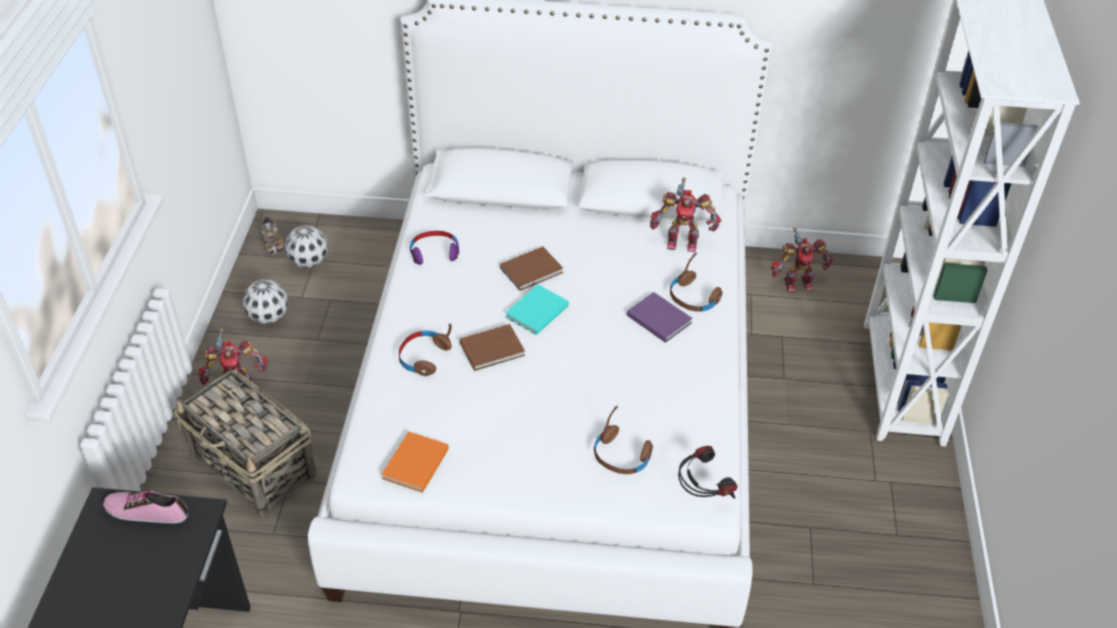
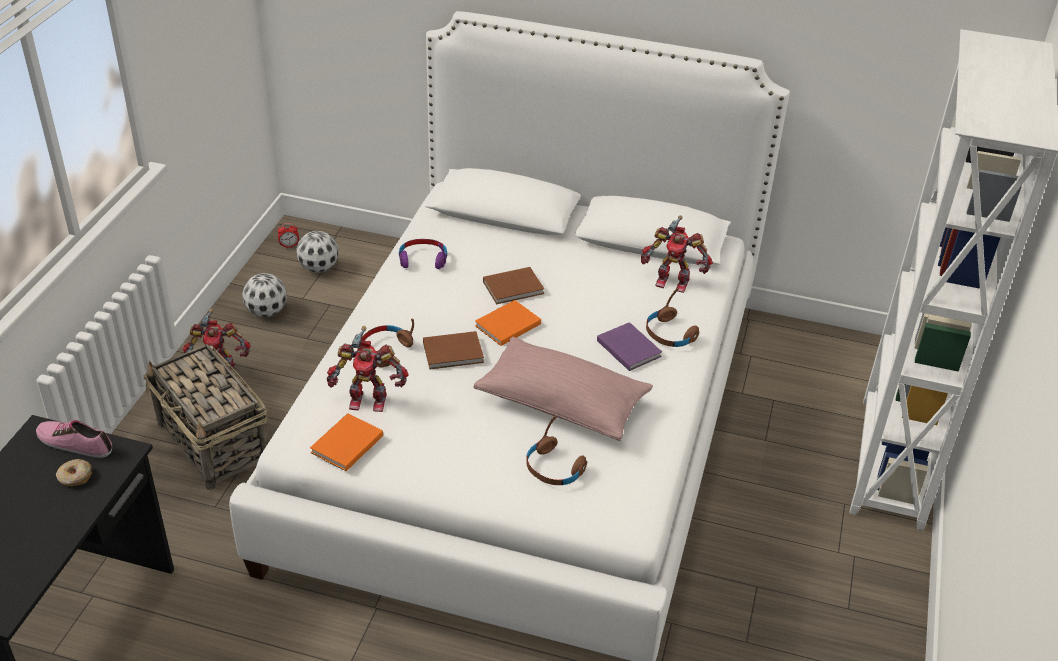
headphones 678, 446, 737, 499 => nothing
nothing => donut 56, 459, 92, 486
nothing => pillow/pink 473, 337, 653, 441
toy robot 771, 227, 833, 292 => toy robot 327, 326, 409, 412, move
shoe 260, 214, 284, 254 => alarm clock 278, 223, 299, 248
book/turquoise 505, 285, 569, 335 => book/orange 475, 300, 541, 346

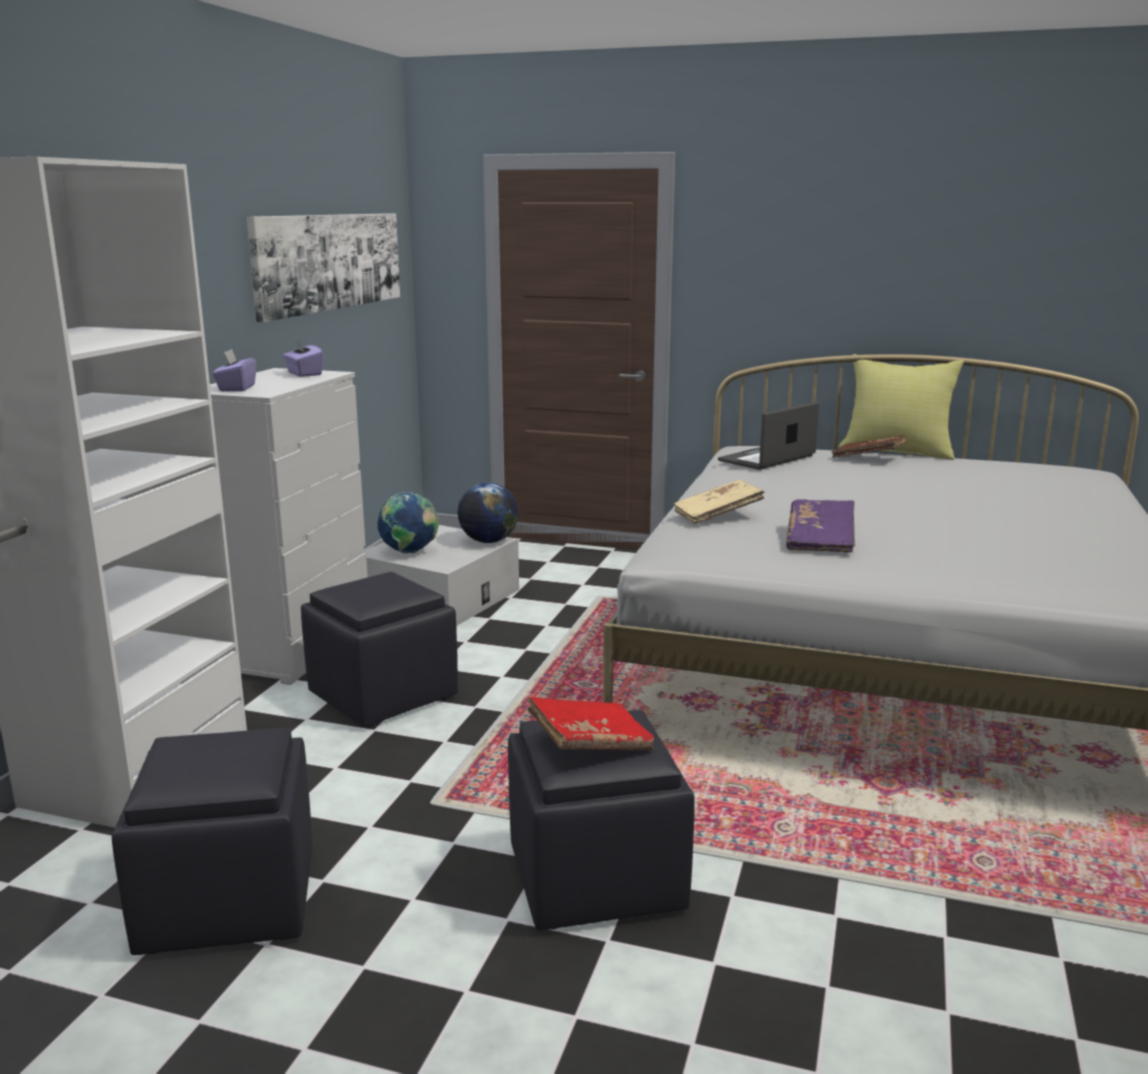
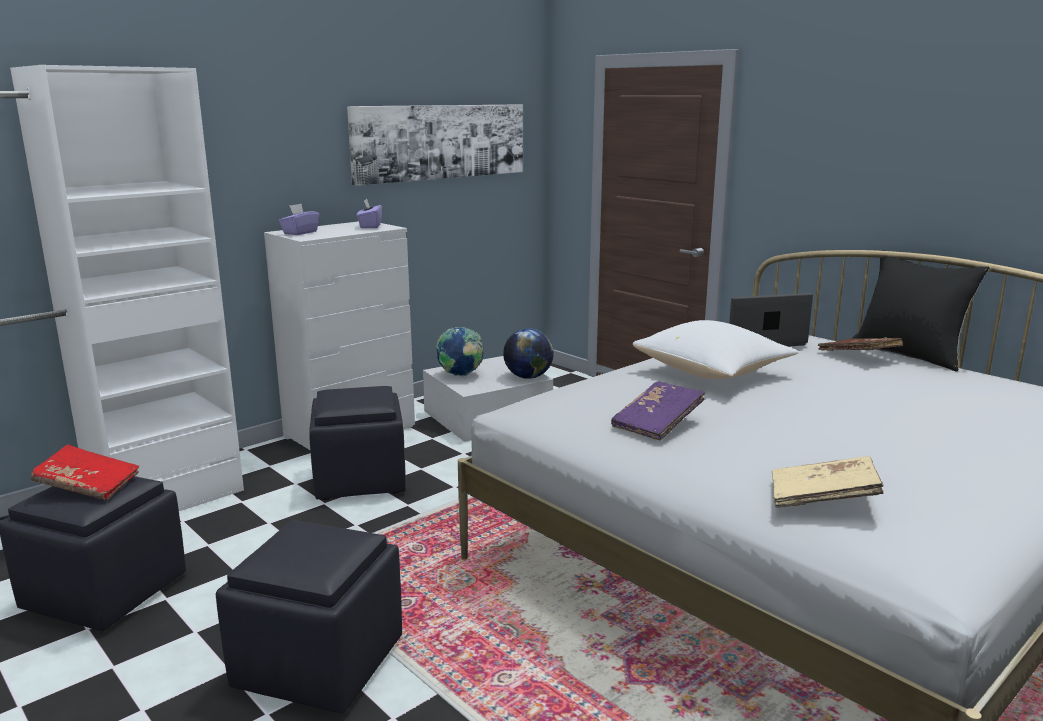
nothing => pillow/white 633, 320, 799, 379
book/red 527, 697, 654, 750 => book/red 31, 444, 139, 500, move
book/beige 674, 480, 764, 524 => book/beige 772, 456, 884, 508, move
pillow/yellow 838, 354, 964, 460 => pillow/black 851, 250, 990, 372

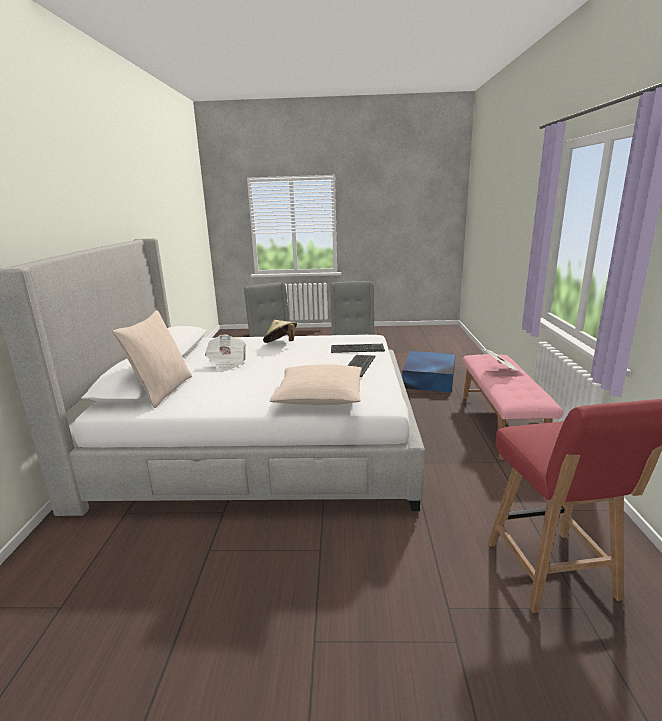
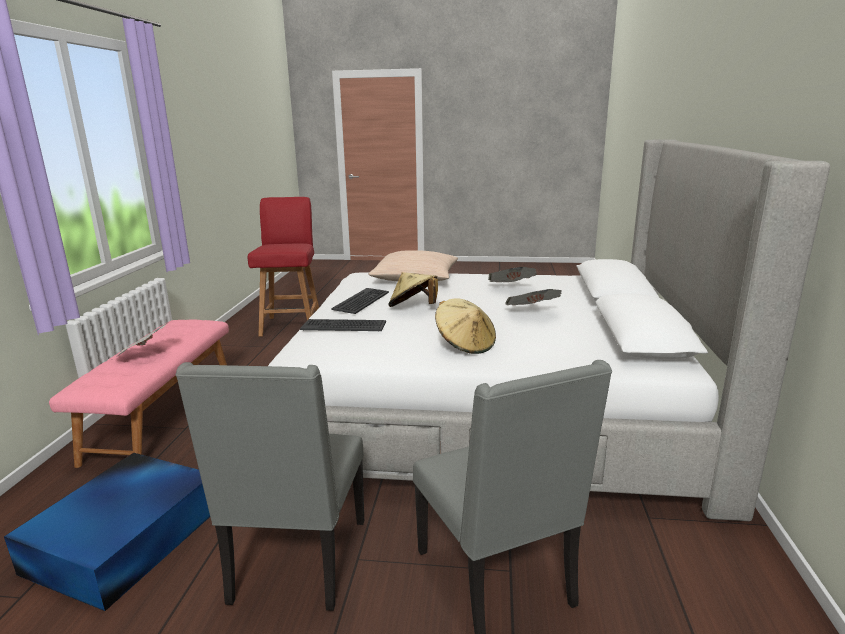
pillow/beige 112, 310, 192, 408 => nothing
nothing => hat/beige 388, 272, 438, 307
nothing => newspaper 488, 267, 537, 282

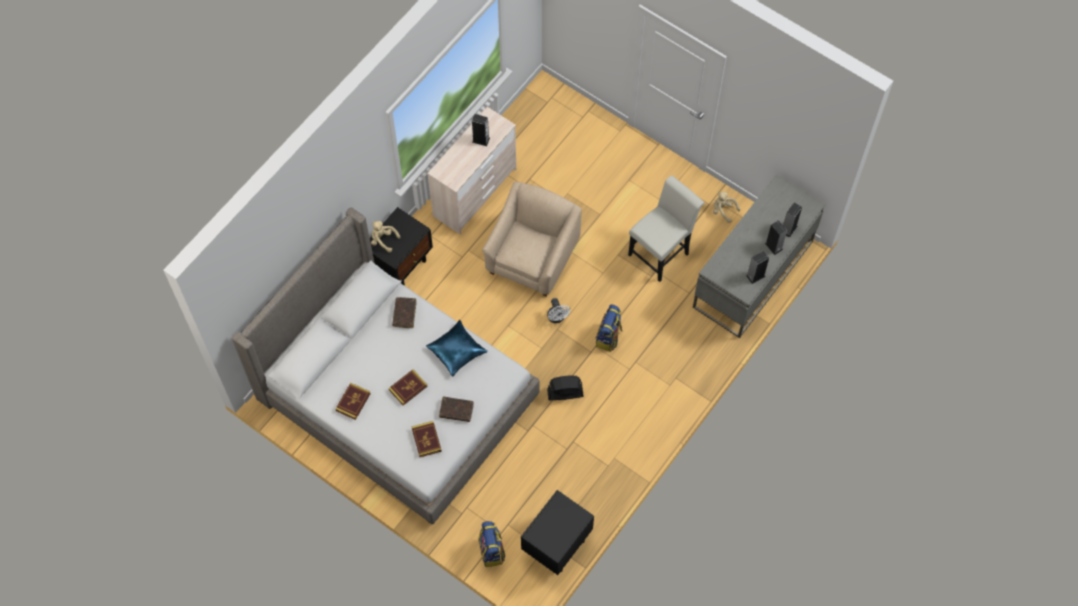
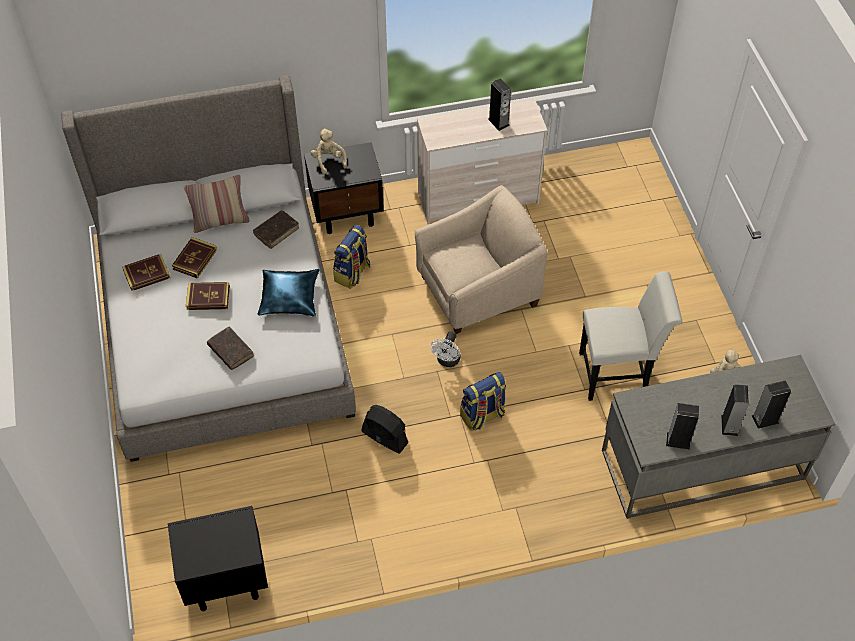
nothing => pillow 184, 175, 250, 233
book 412, 421, 442, 457 => book 172, 237, 217, 279, move
backpack 478, 521, 505, 567 => backpack 333, 225, 371, 289, move

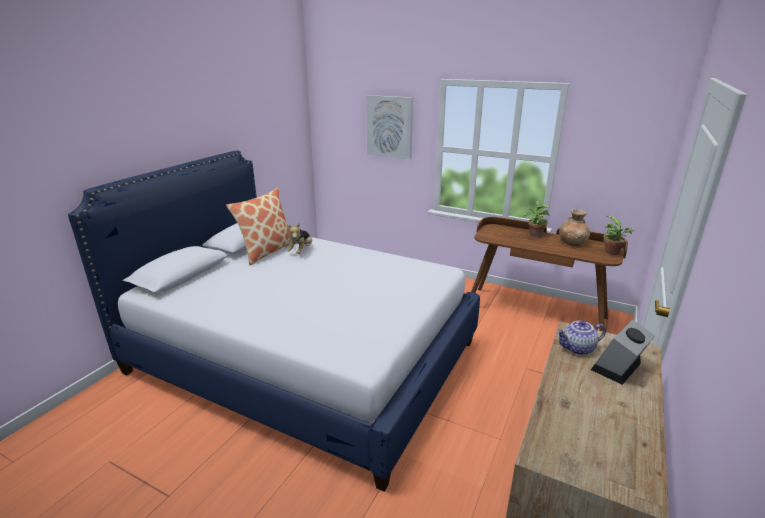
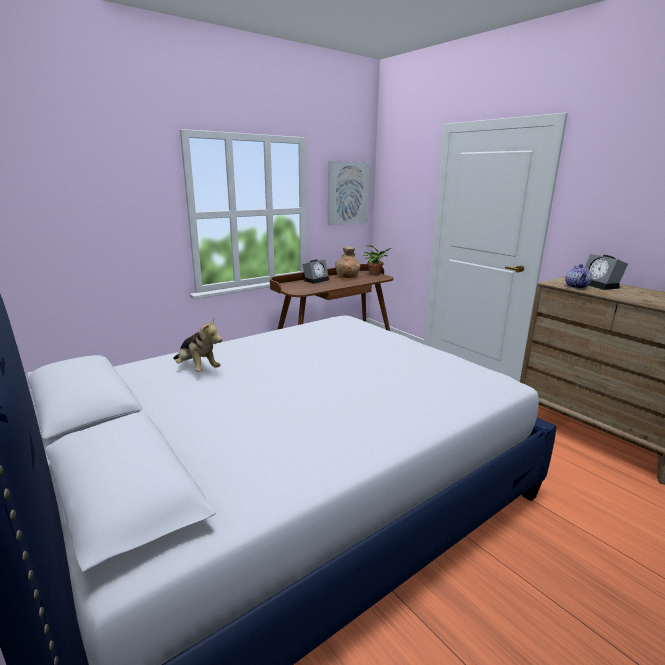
pillow 226, 188, 290, 265 => nothing
picture 366, 95, 413, 159 => picture 328, 161, 370, 225, move
potted plant 523, 201, 550, 237 => alarm clock 302, 259, 329, 284

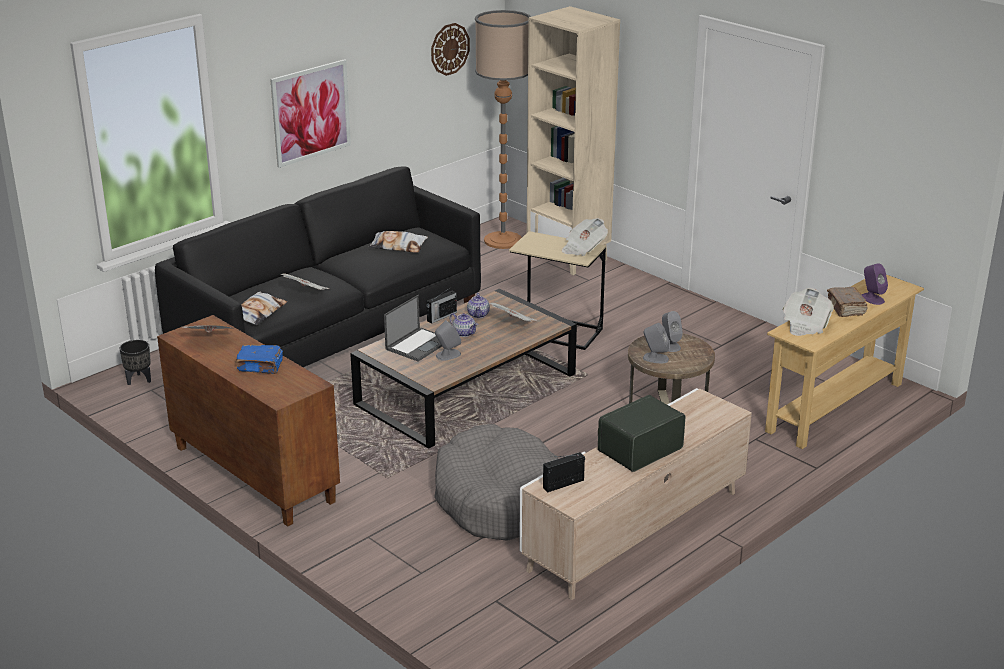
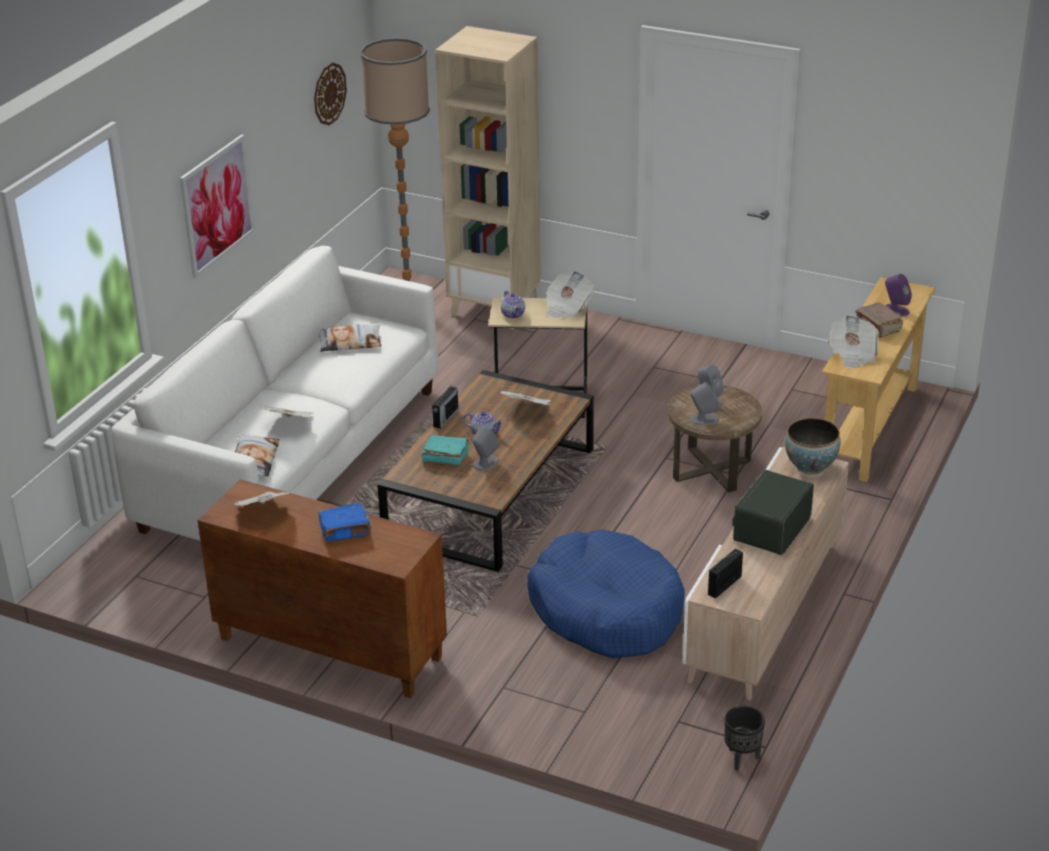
nothing => bowl 785, 418, 841, 475
planter/black 120, 340, 151, 385 => planter/black 724, 706, 765, 771, move
teapot 467, 293, 490, 318 => teapot 500, 291, 525, 319, move
laptop 384, 295, 442, 362 => book/turquoise 421, 435, 469, 466
sofa/black 155, 166, 481, 367 => sofa/white 111, 246, 438, 541
dog bed/grey 434, 424, 558, 541 => dog bed/blue 527, 530, 685, 658

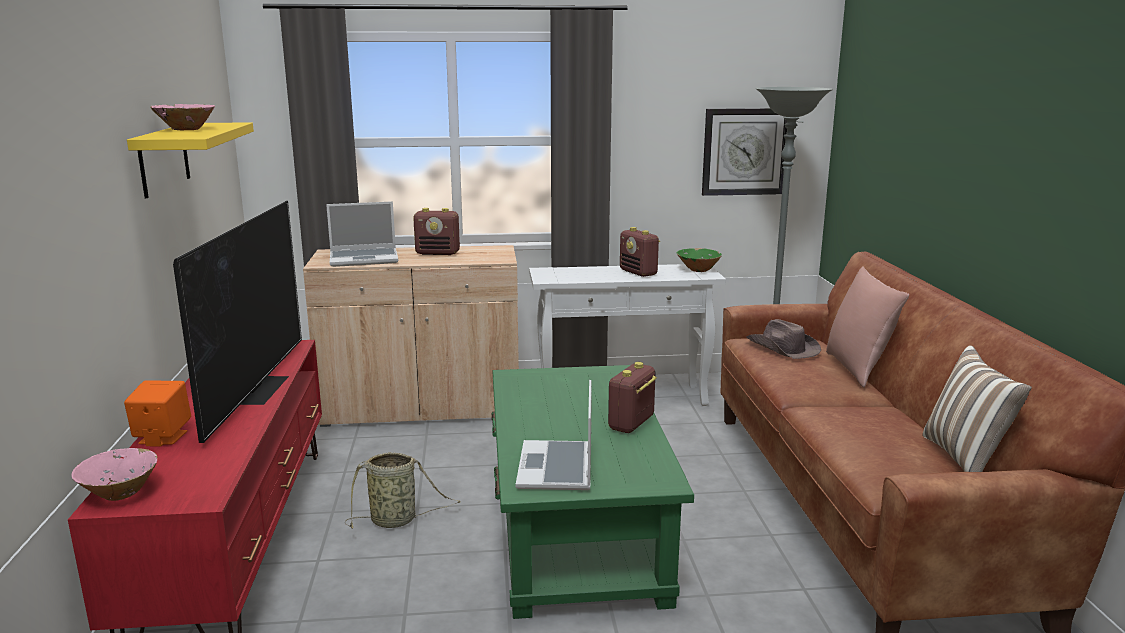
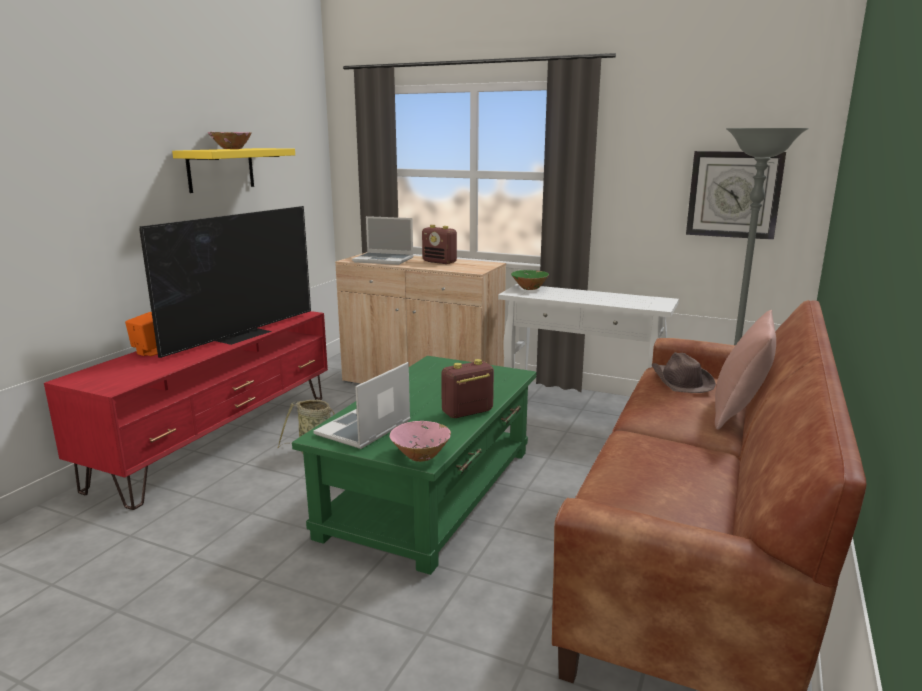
radio 620, 227, 660, 277 => nothing
pillow 922, 345, 1032, 472 => nothing
bowl/pink 72, 448, 157, 501 => bowl/pink 390, 421, 451, 462, move
bowl/green 677, 248, 722, 272 => bowl/green 511, 270, 549, 290, move

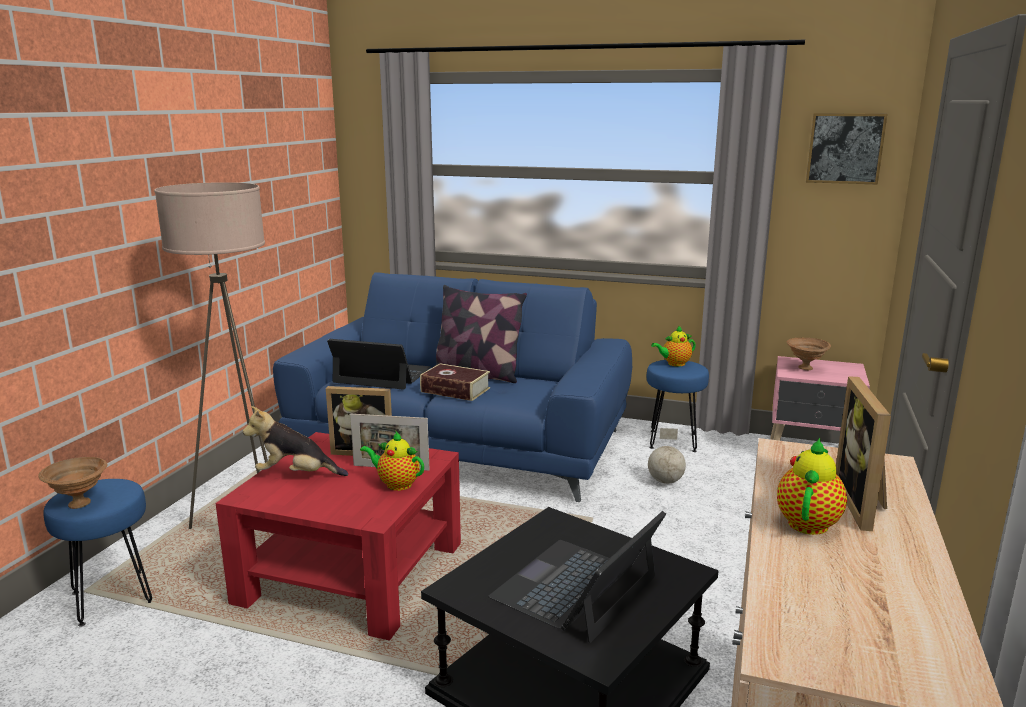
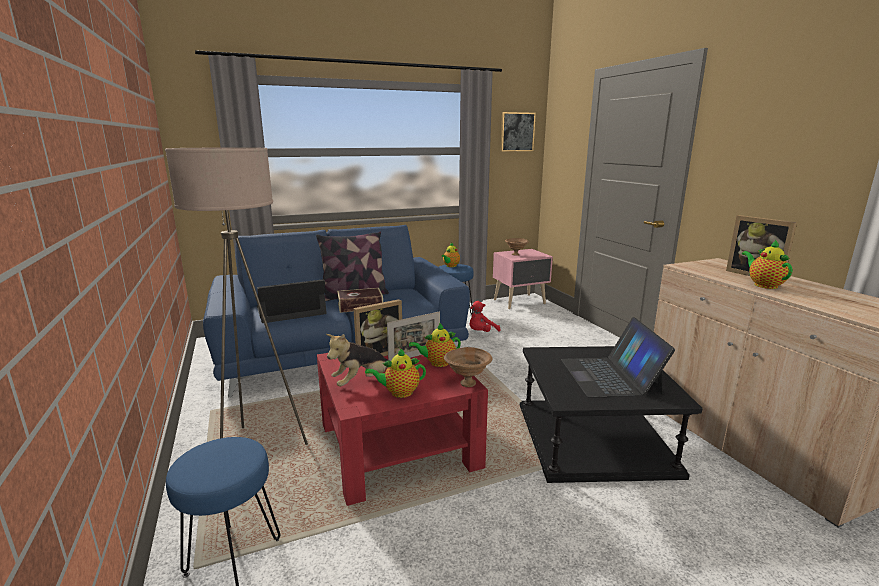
nothing => teapot 365, 348, 426, 398
bowl/brown 38, 457, 108, 509 => bowl/brown 444, 347, 492, 387, move
globe 648, 428, 686, 484 => plush toy/red 470, 301, 501, 332

